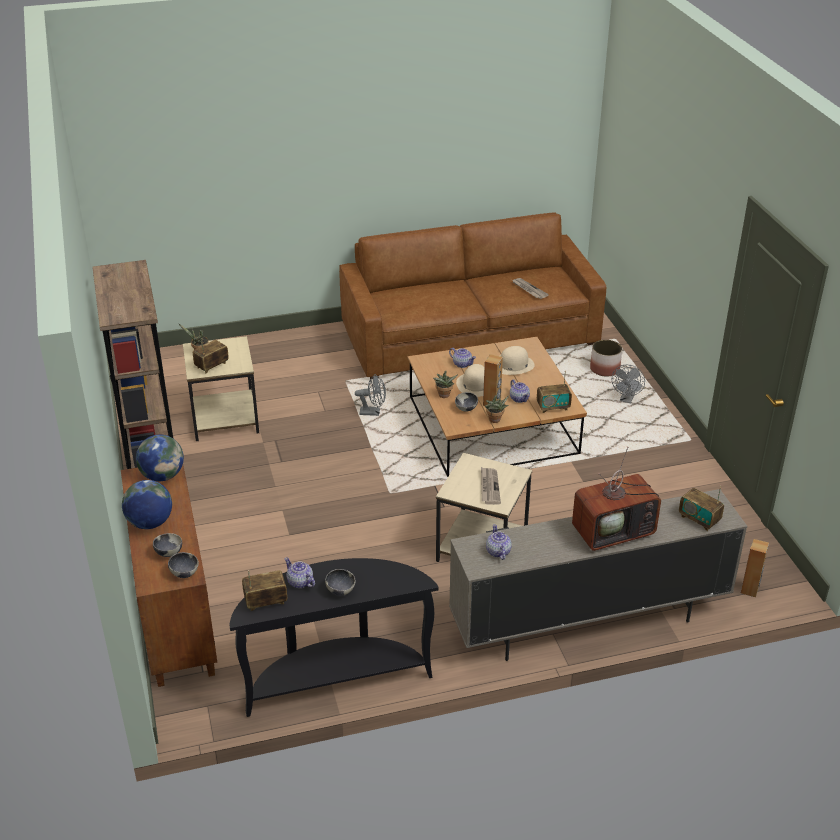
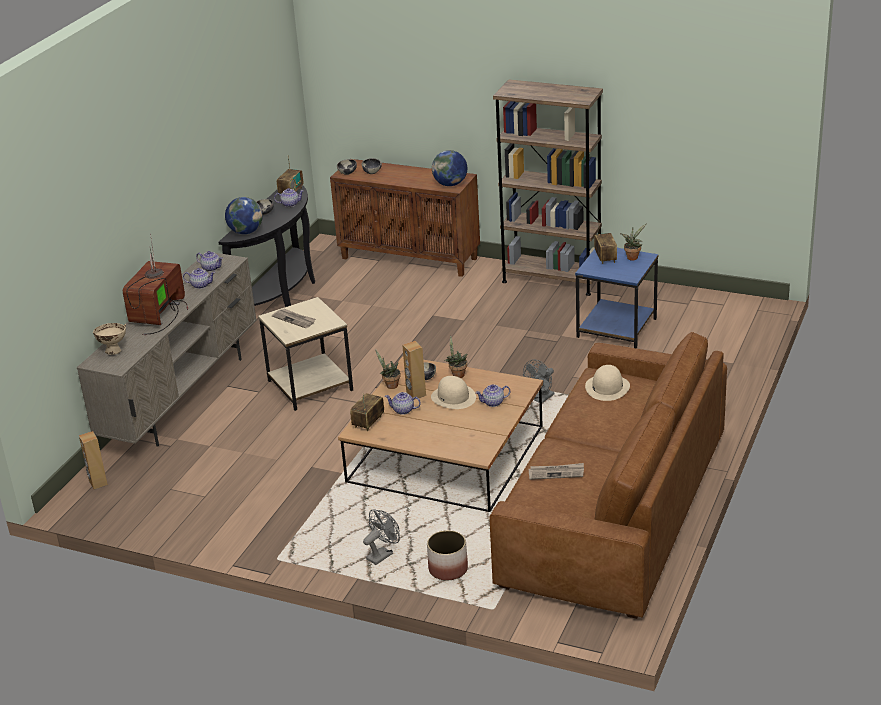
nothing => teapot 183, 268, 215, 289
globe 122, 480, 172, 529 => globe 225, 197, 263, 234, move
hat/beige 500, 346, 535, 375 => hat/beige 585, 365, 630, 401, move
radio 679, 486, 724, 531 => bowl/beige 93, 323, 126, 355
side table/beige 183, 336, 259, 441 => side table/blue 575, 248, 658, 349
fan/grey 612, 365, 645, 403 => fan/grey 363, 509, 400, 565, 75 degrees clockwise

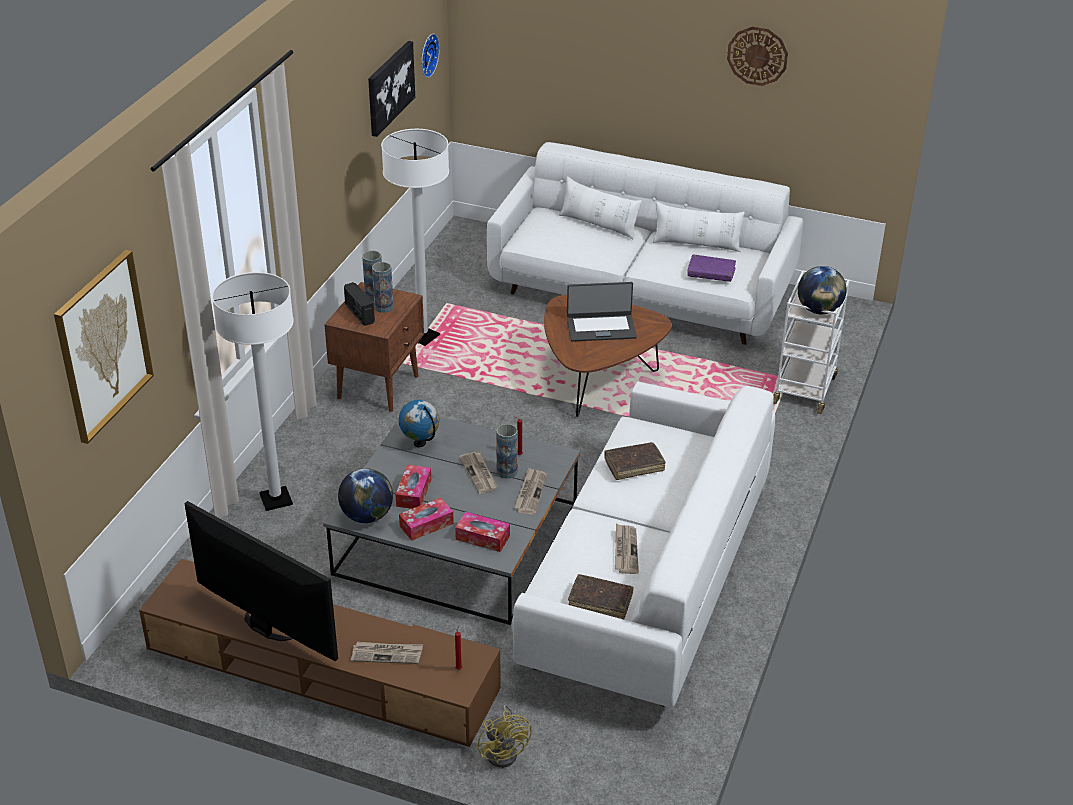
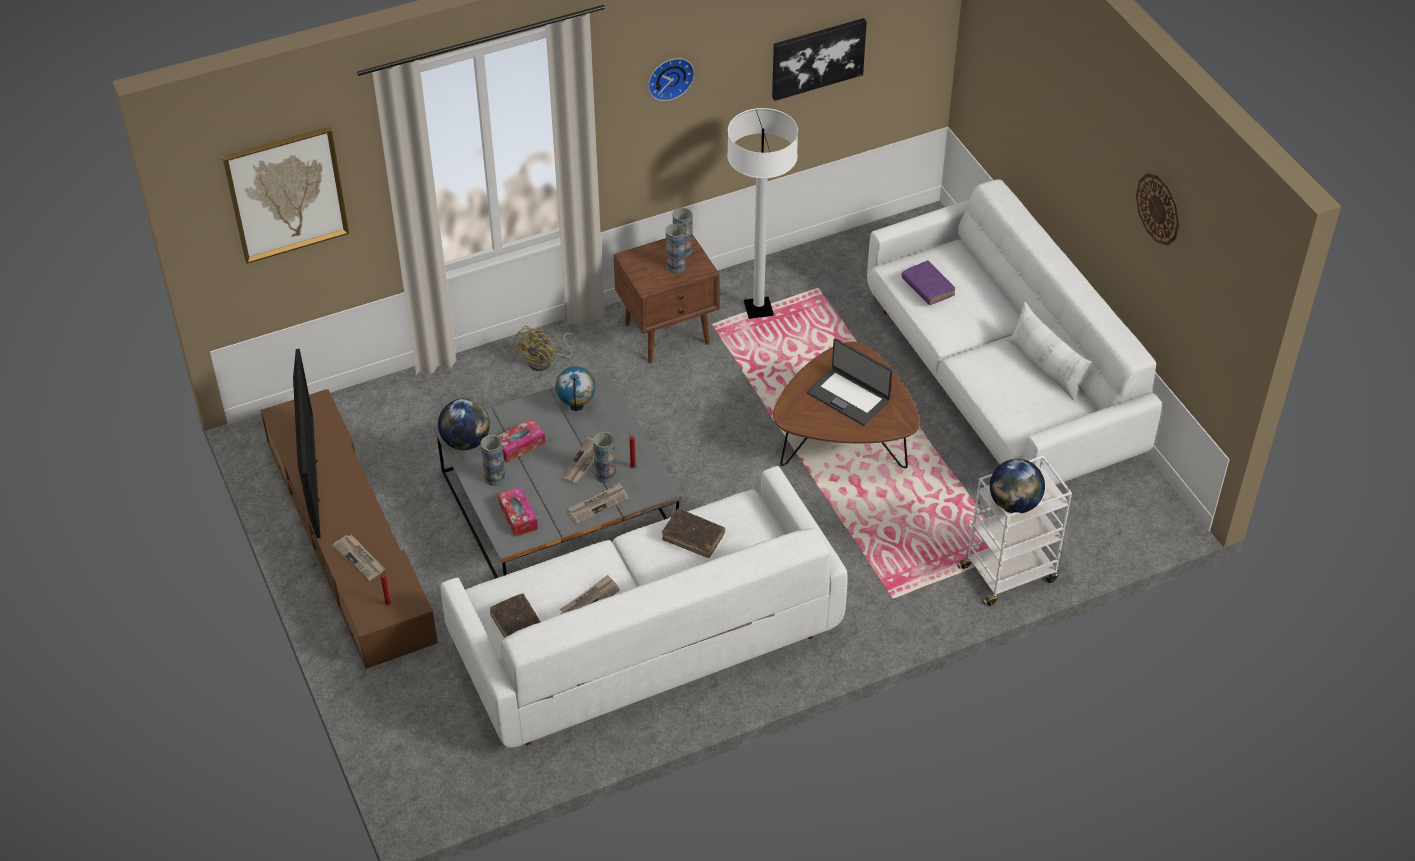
floor lamp/white 212, 272, 294, 511 => nothing
radio 344, 282, 375, 326 => nothing
pillow/white 559, 176, 642, 240 => nothing
wall clock 421, 34, 440, 78 => wall clock 648, 58, 695, 101, move
fan/yellow 478, 705, 532, 768 => fan/yellow 514, 326, 577, 371, move
book/purple 687, 255, 736, 282 => book/purple 902, 261, 955, 305, move
tissue box 399, 498, 454, 541 => vase 481, 435, 506, 486

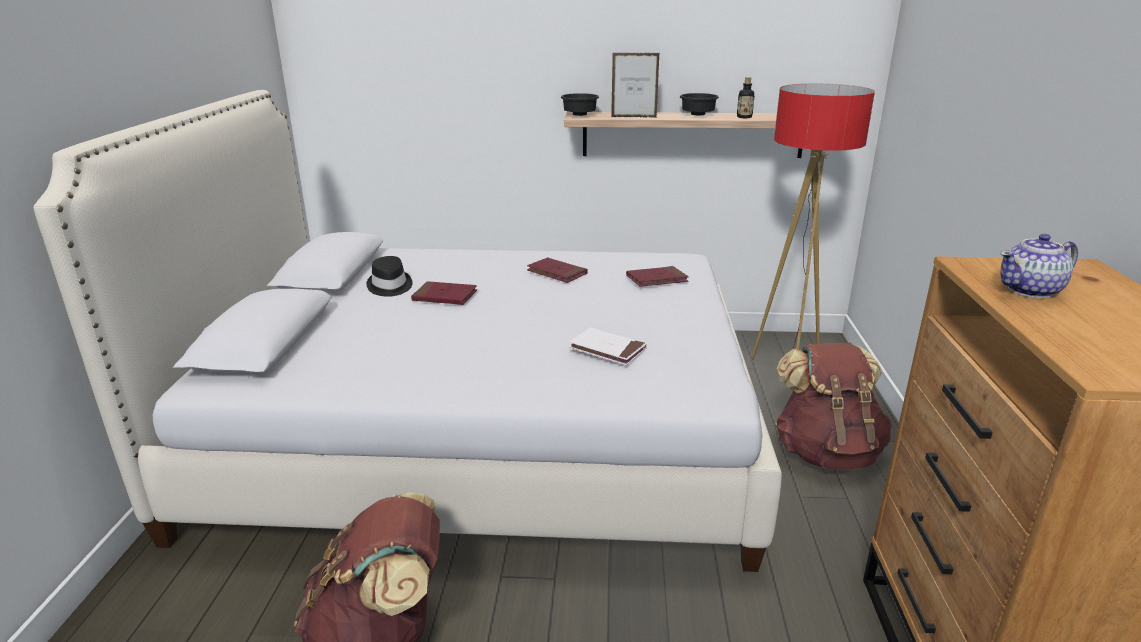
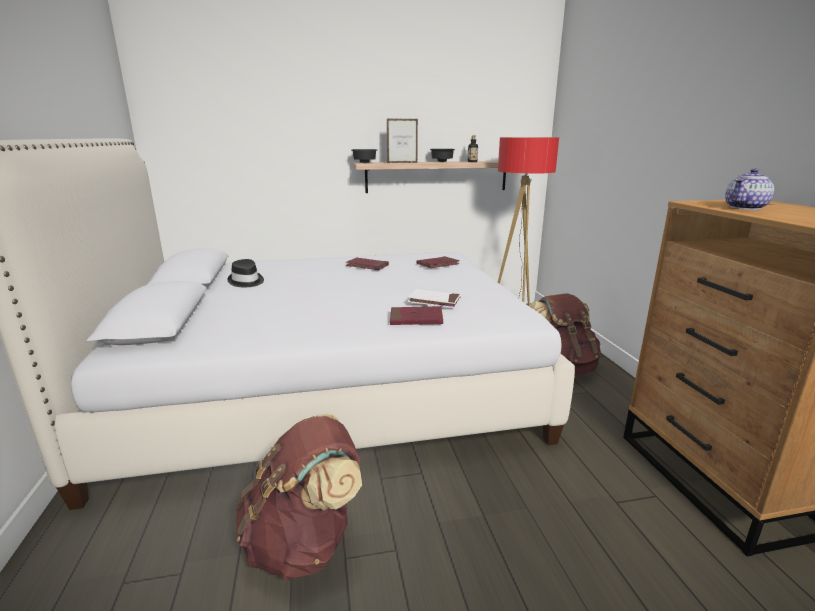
book/red 411, 281, 477, 305 => book/red 390, 306, 443, 325, move

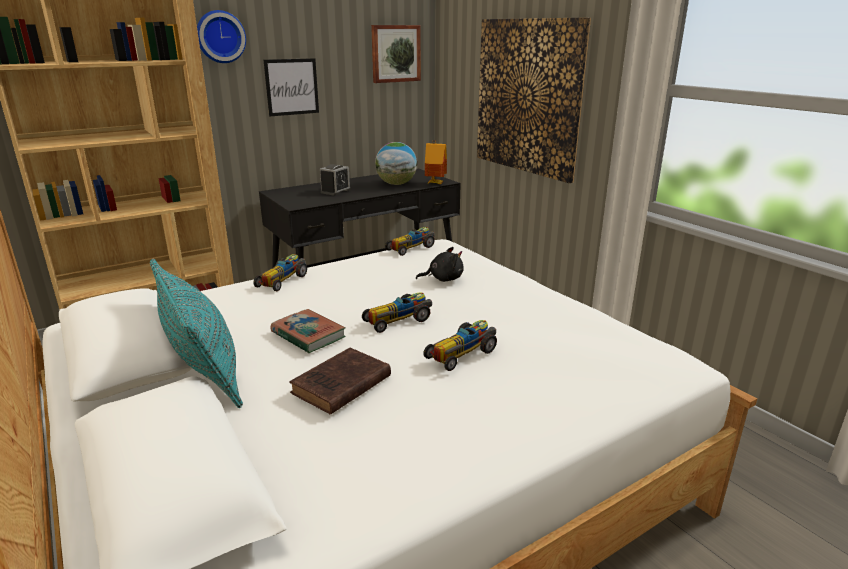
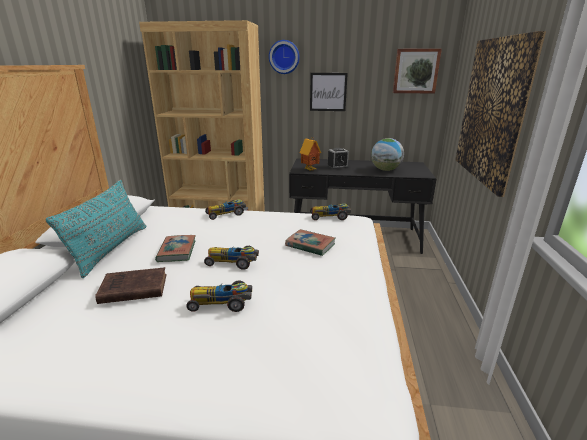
toy house 425, 141, 447, 184 => toy house 300, 137, 321, 171, move
plush toy/black 416, 247, 464, 282 => book 285, 229, 335, 256

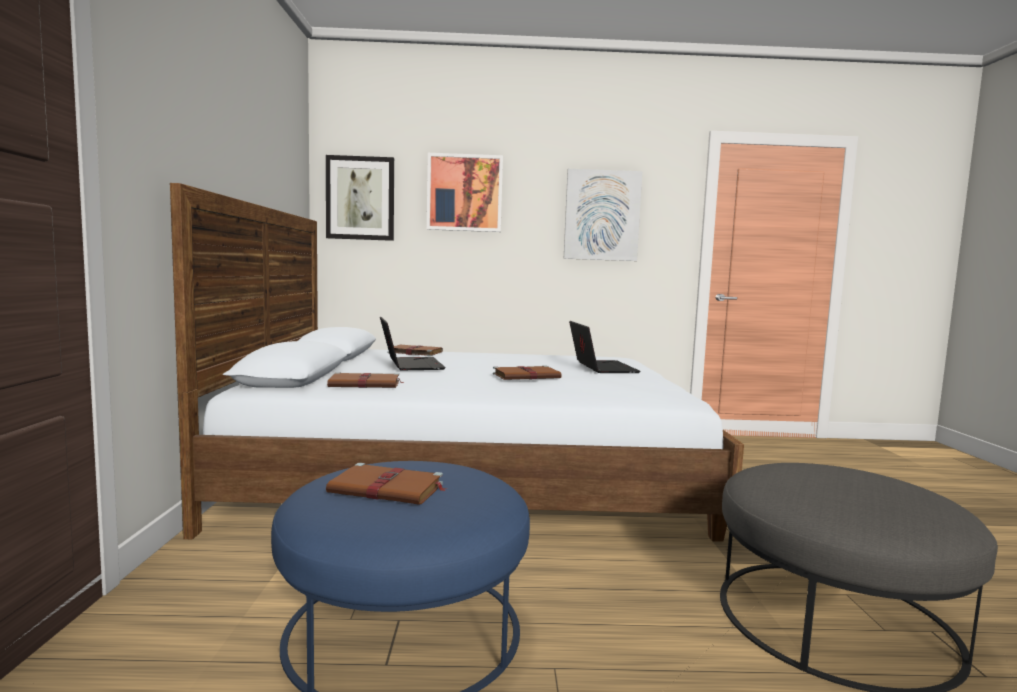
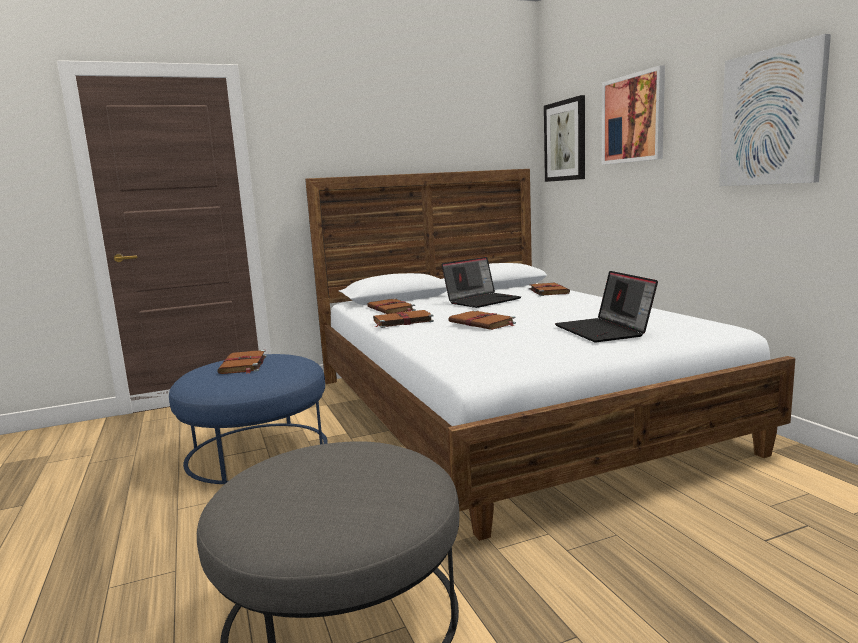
nothing => book/brown 373, 310, 434, 328
laptop 569, 321, 641, 373 => laptop 555, 271, 658, 342, 105 degrees clockwise

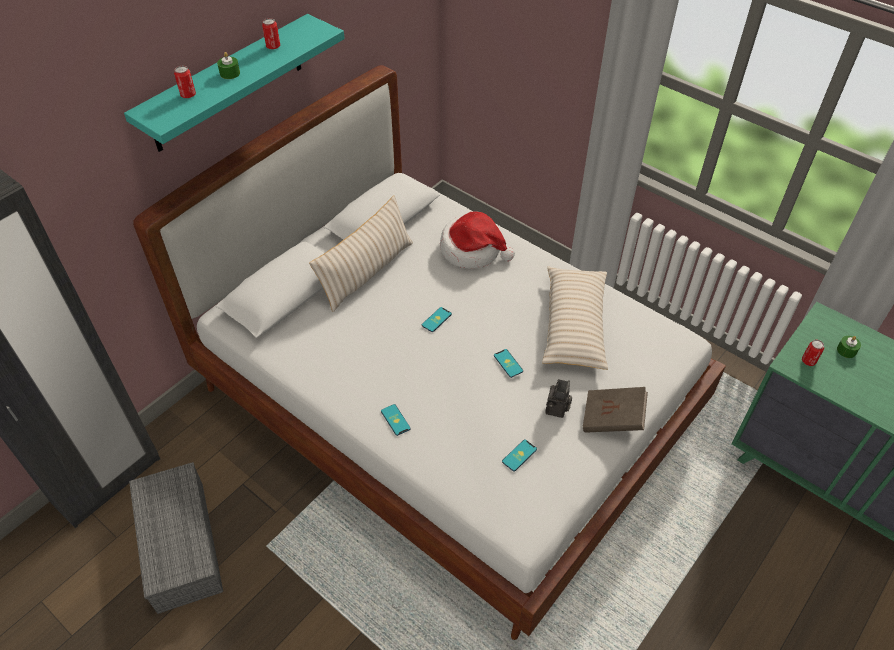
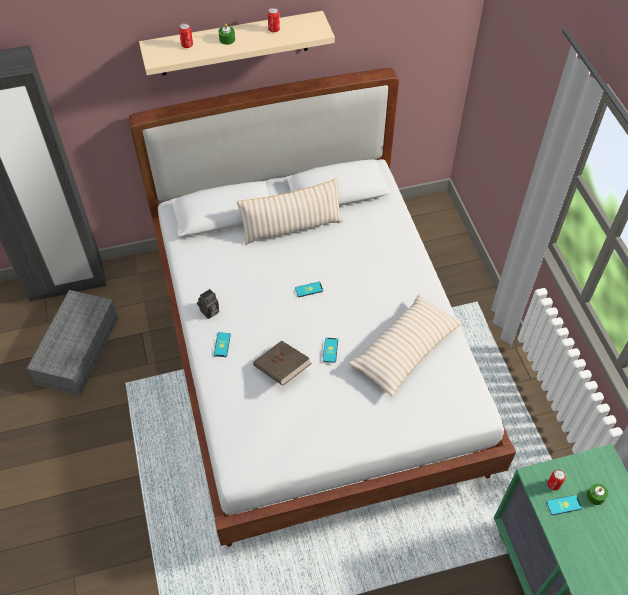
hat 440, 211, 515, 269 => nothing
phone 502, 439, 537, 471 => phone 546, 495, 582, 515, move
photo camera 545, 379, 572, 418 => photo camera 197, 289, 219, 319, move
book/brown 583, 387, 648, 433 => book/brown 253, 340, 312, 386, move
shelf/turquoise 124, 14, 345, 152 => shelf/beige 139, 11, 335, 75

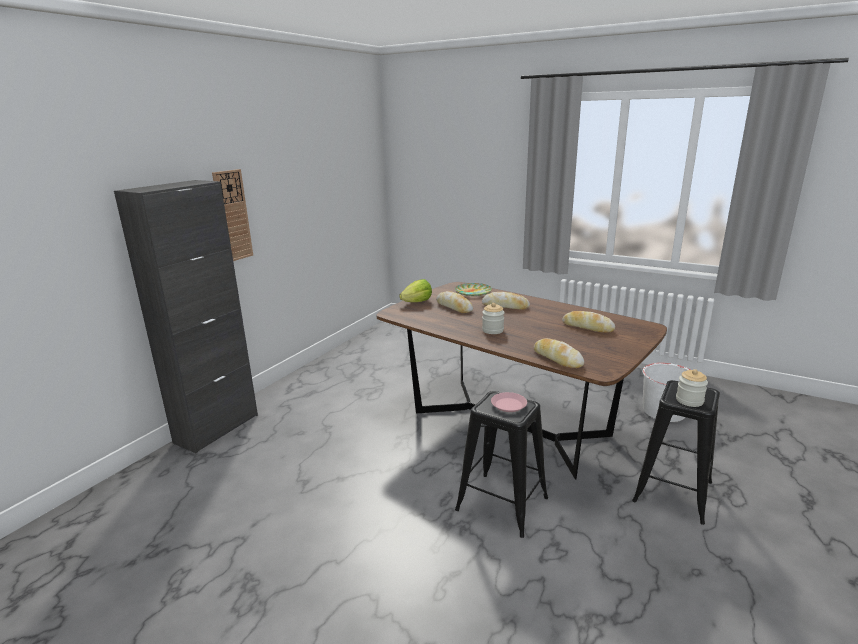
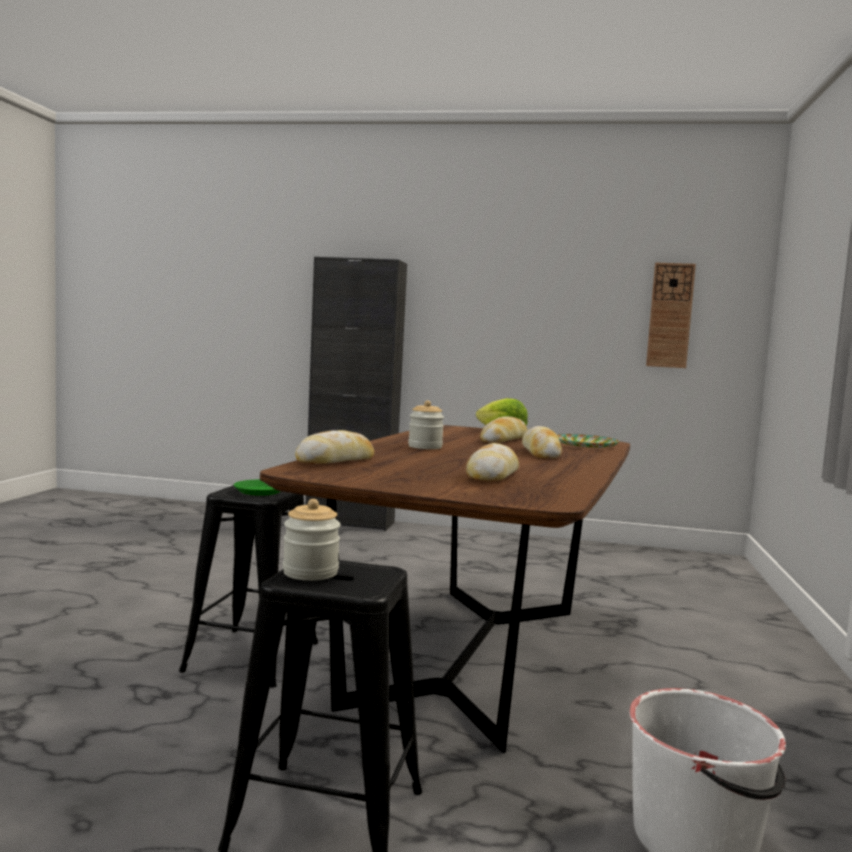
wall clock 212, 169, 253, 261 => wall clock 646, 263, 696, 368, move
plate/pink 491, 392, 527, 412 => plate/green 234, 480, 281, 496

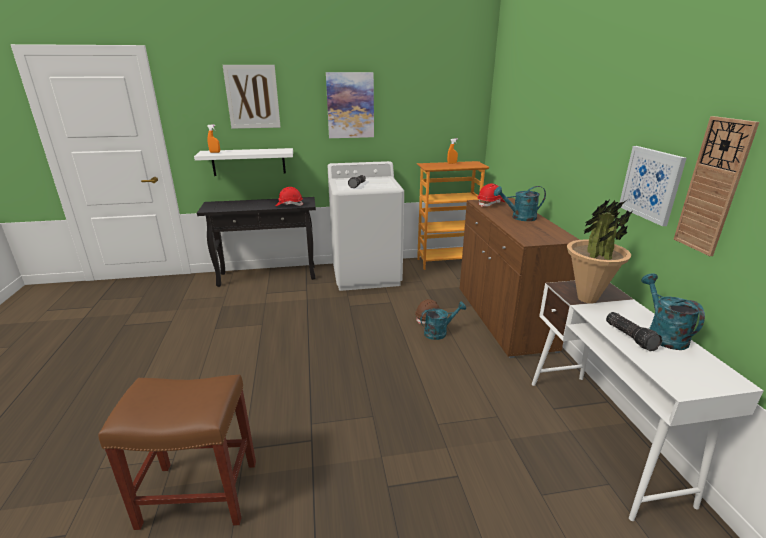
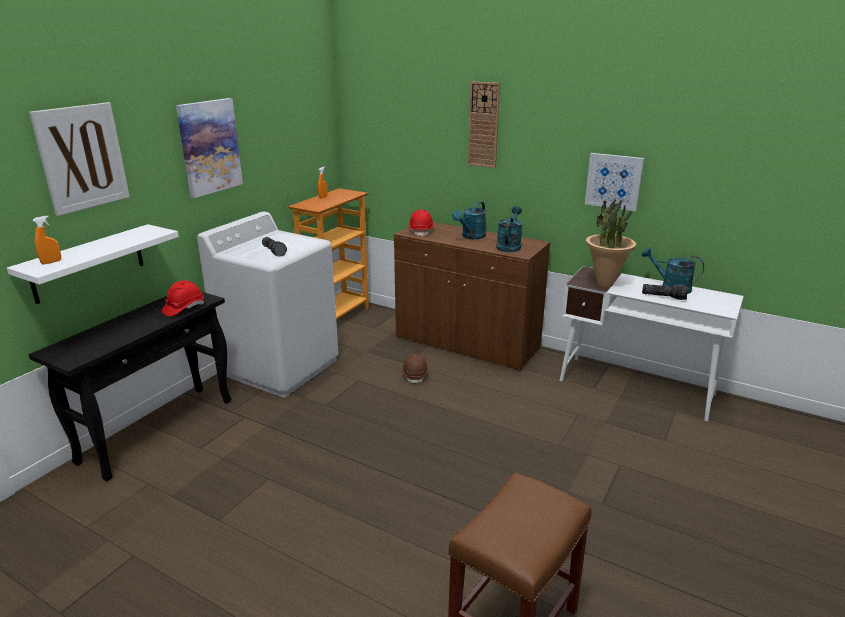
watering can/turquoise 420, 302, 466, 340 => watering can/turquoise 496, 206, 523, 252, move
wall clock 674, 116, 759, 256 => wall clock 468, 81, 500, 168, move

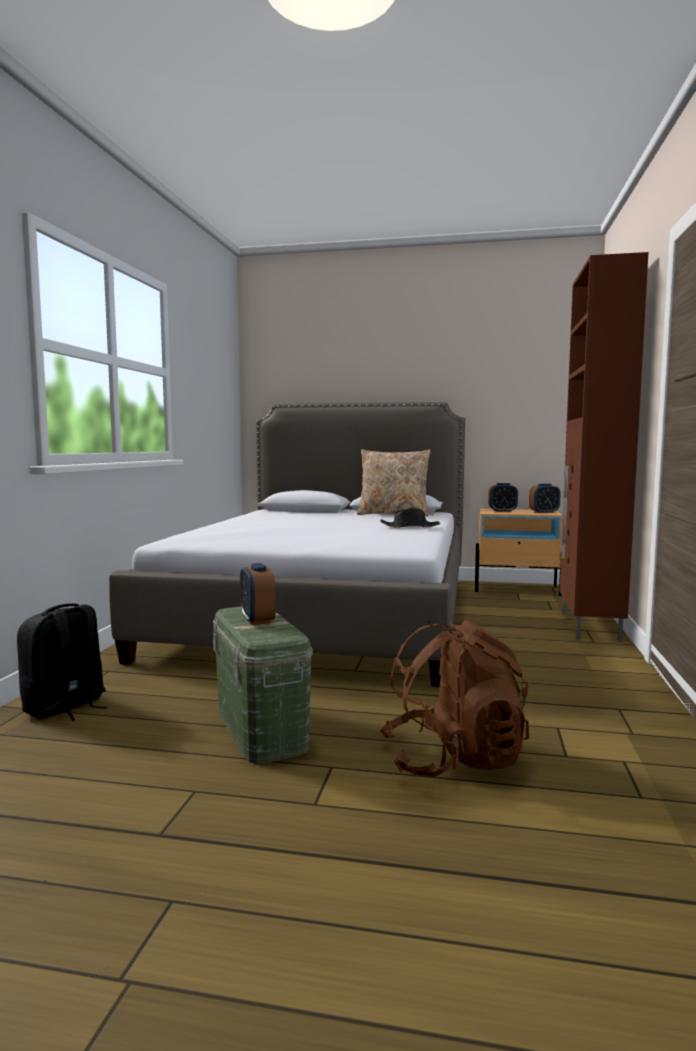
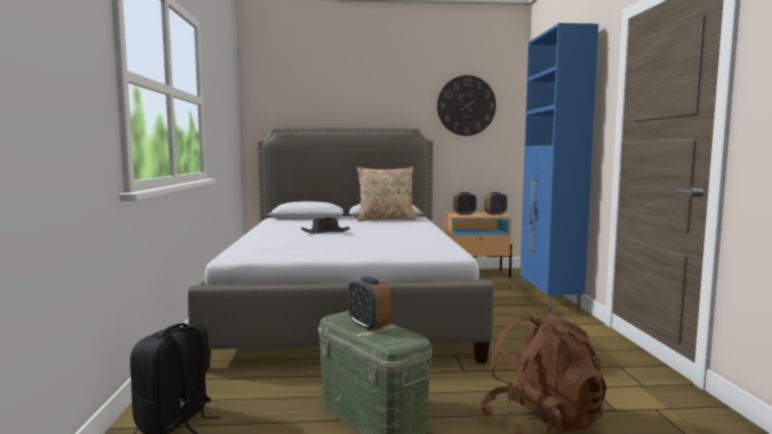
nothing => wall clock 437, 75, 496, 136
hat/black 380, 508, 440, 528 => hat/black 301, 217, 350, 234, move
cabinet/brown 560, 252, 649, 642 => cabinet/blue 520, 23, 598, 313

